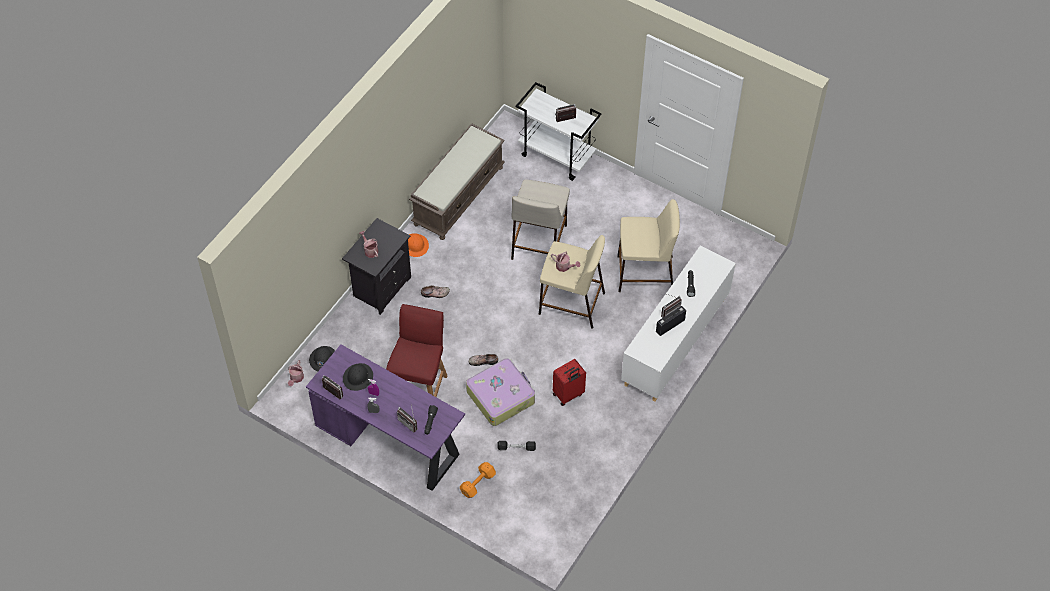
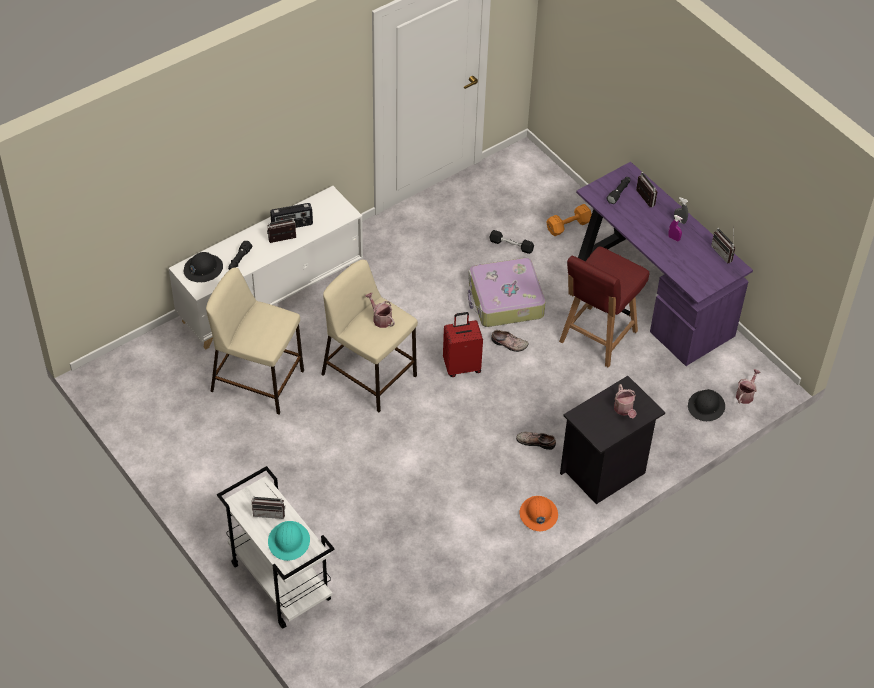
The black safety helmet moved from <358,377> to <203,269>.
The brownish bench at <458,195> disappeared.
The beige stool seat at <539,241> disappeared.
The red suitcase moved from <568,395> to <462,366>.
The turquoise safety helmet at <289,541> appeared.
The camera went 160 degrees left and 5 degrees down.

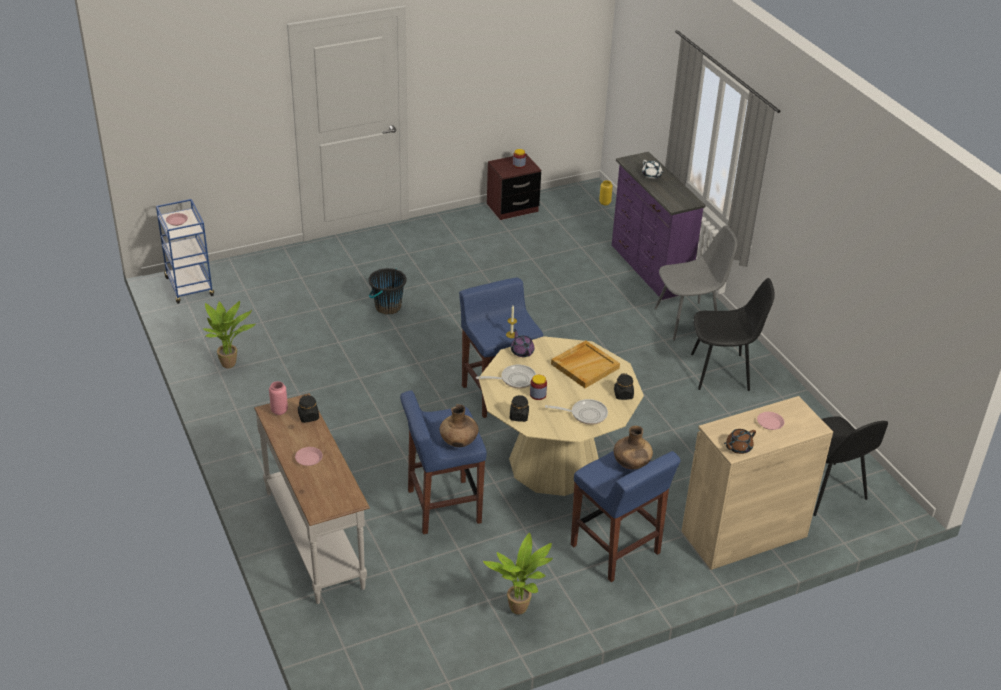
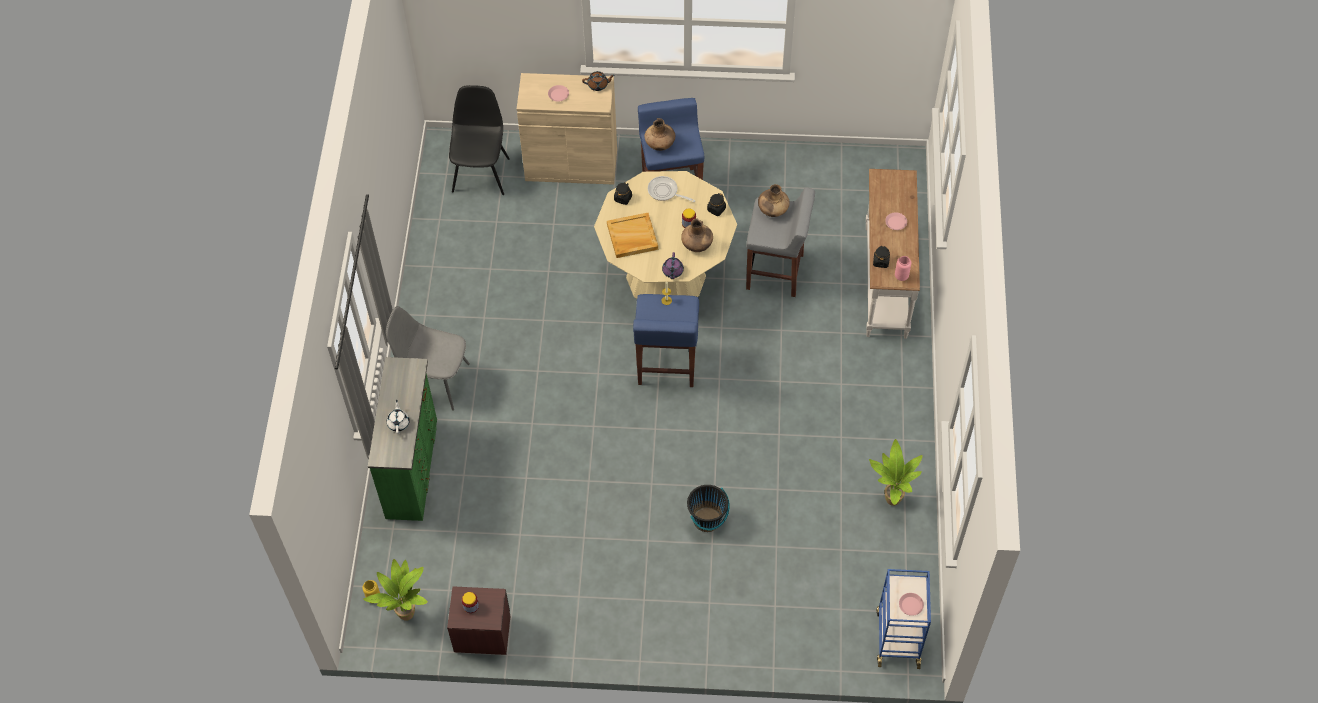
The blue-coloured stool seat at <442,507> became the greyish stool seat at <776,272>.
The frying pan at <514,379> was replaced by the brownish decorative vase at <697,245>.
The plant in a pot moved from <520,611> to <406,612>.
The purple-coloured drawer chest at <649,269> became the green drawer chest at <413,468>.
The black upright chair at <722,372> disappeared.
The camera went 150 degrees left and 20 degrees up.

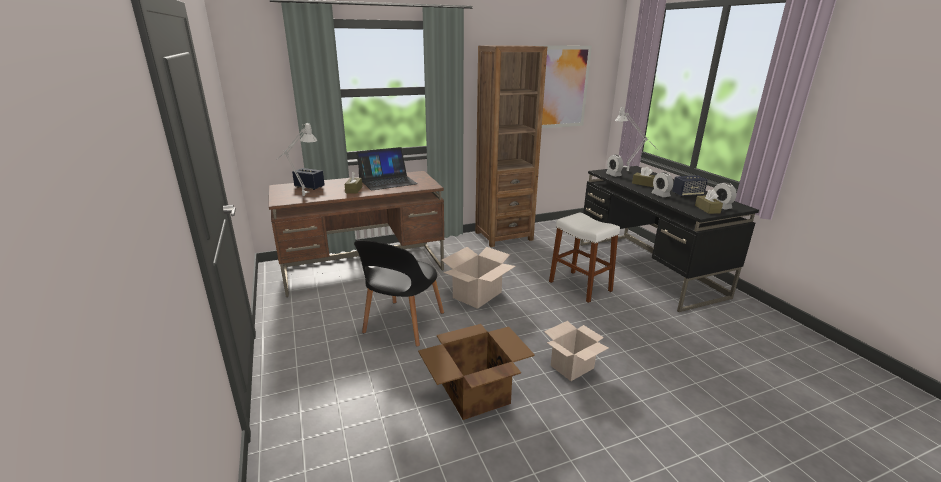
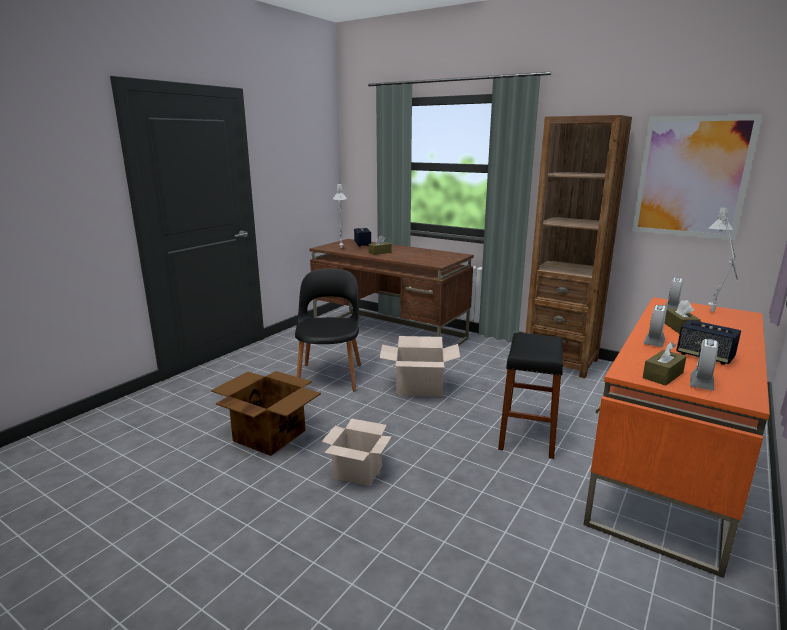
The black upright chair at <402,324> turned 105 degrees clockwise.
The laptop at <387,181> disappeared.
The white stool seat at <580,286> became the black stool seat at <527,434>.
The black desk table at <648,269> became the orange-coloured desk table at <667,473>.
The camera went 55 degrees right and 5 degrees down.

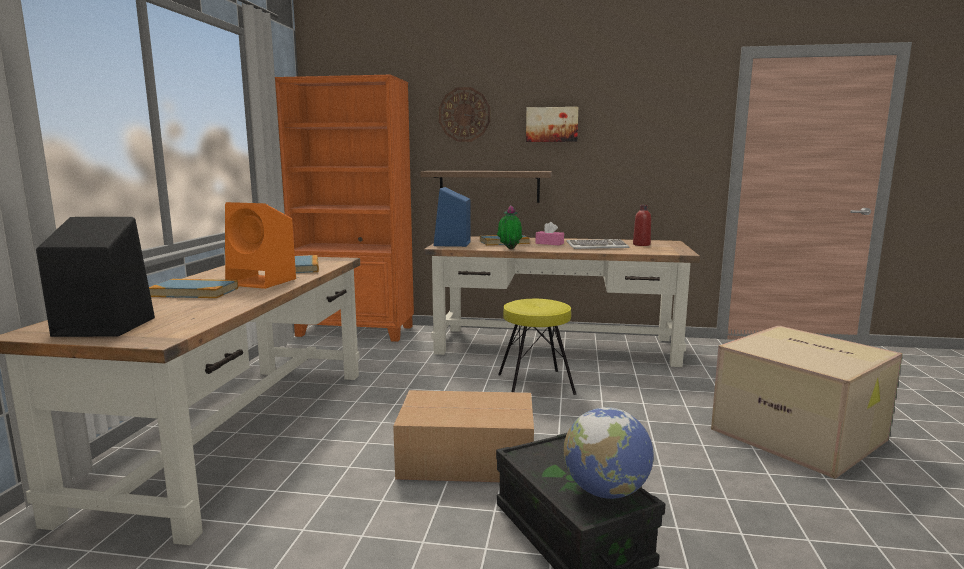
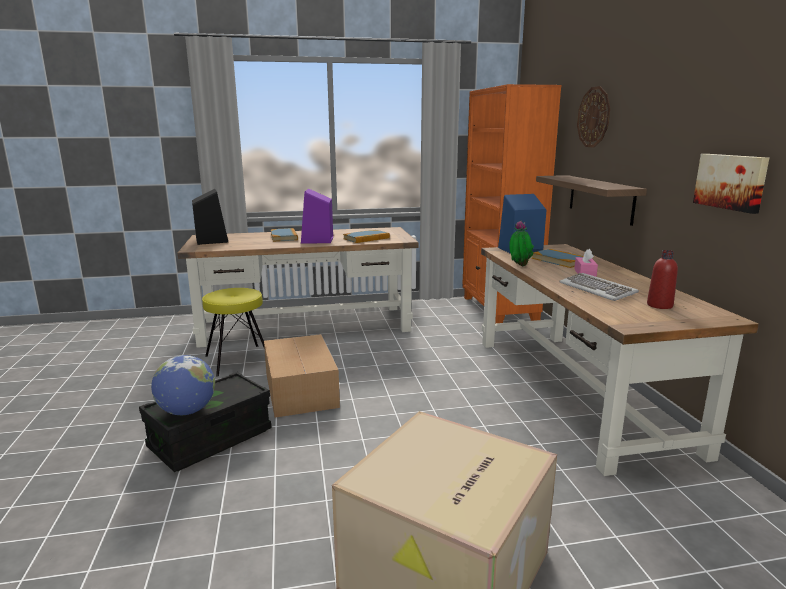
The orange-coloured loudspeaker at <263,282> became the purple-coloured loudspeaker at <317,240>.
The yellow-coloured stool seat moved from <535,384> to <238,360>.
The picture moved from <552,124> to <731,181>.
The camera went 70 degrees right and 5 degrees up.

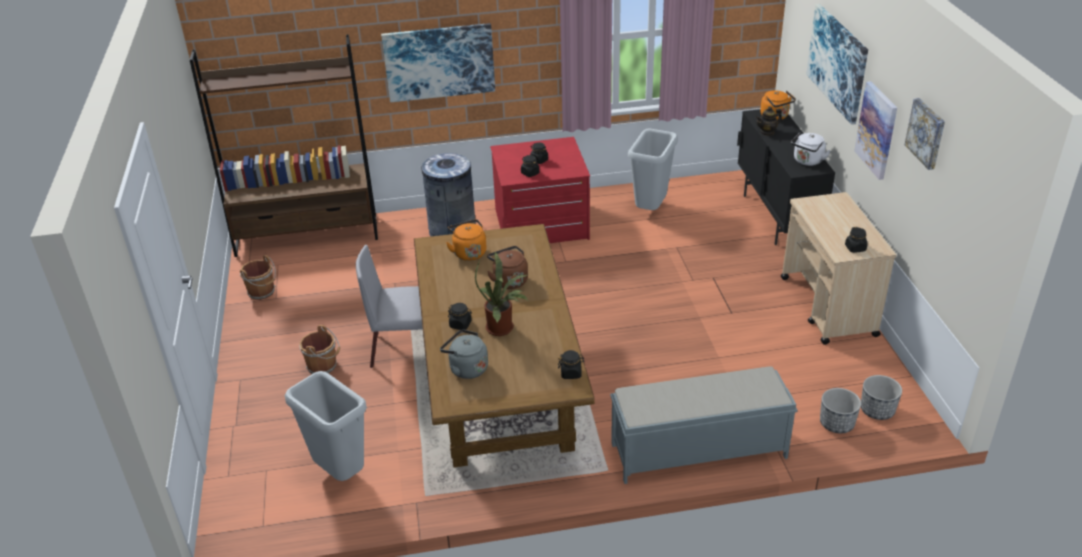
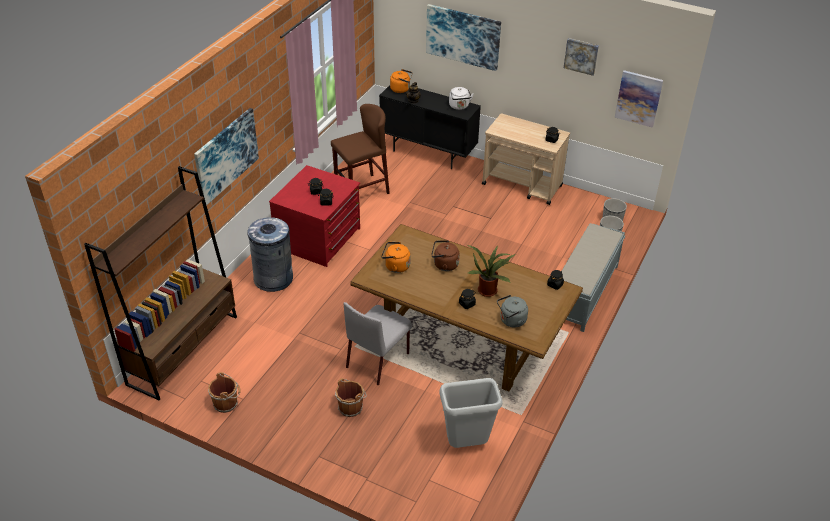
The greyish rubbish bin at <651,210> was replaced by the brownish stool seat at <362,190>.
The picture moved from <877,130> to <638,98>.
The camera went 55 degrees left and 5 degrees up.

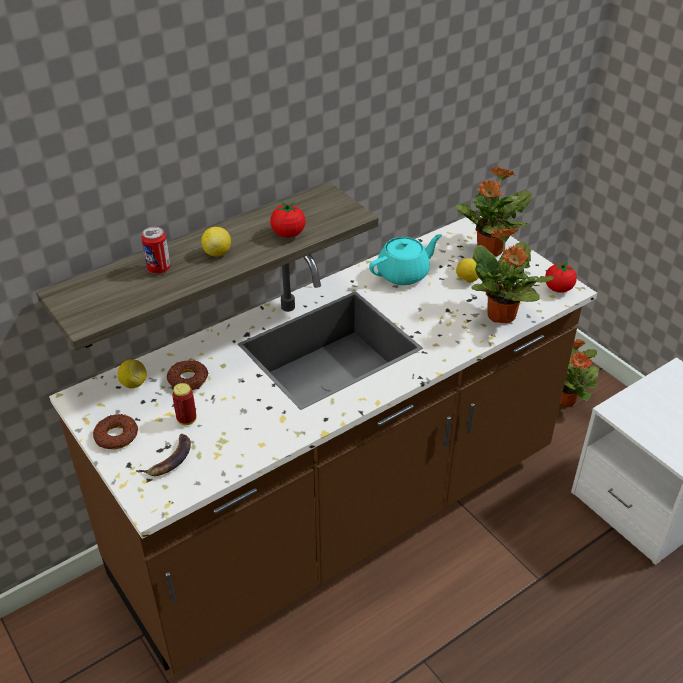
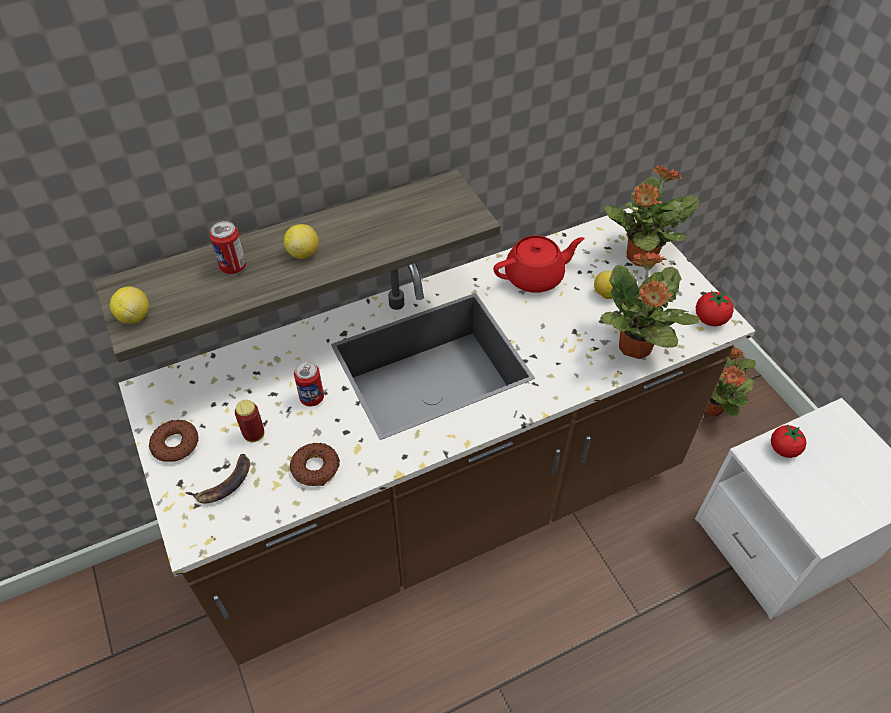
The whole lemon moved from <133,383> to <134,316>.
The doughnut moved from <188,379> to <315,468>.
The fresh tomato moved from <288,234> to <783,449>.
The turquoise teapot at <404,274> became the red teapot at <535,277>.
The metal can at <312,398> appeared.
The camera went 10 degrees right and 10 degrees up.

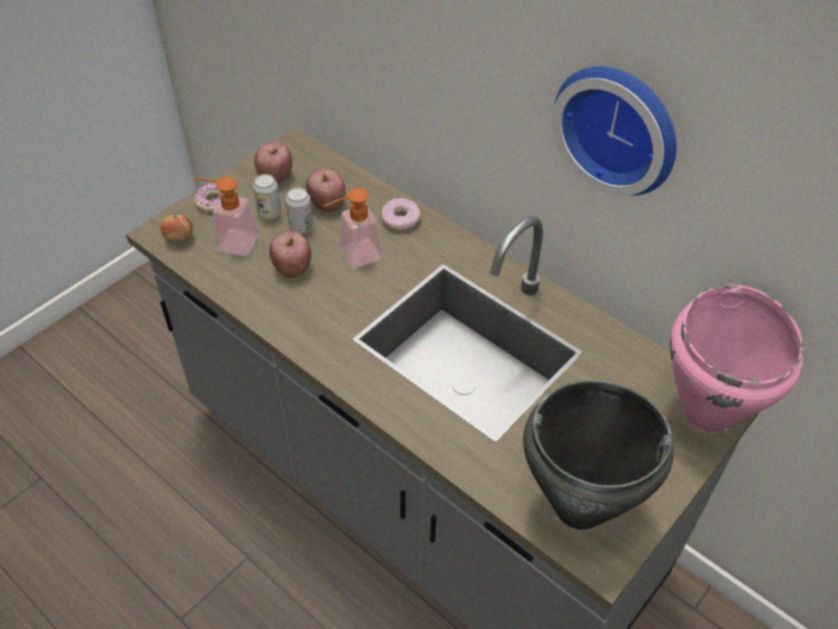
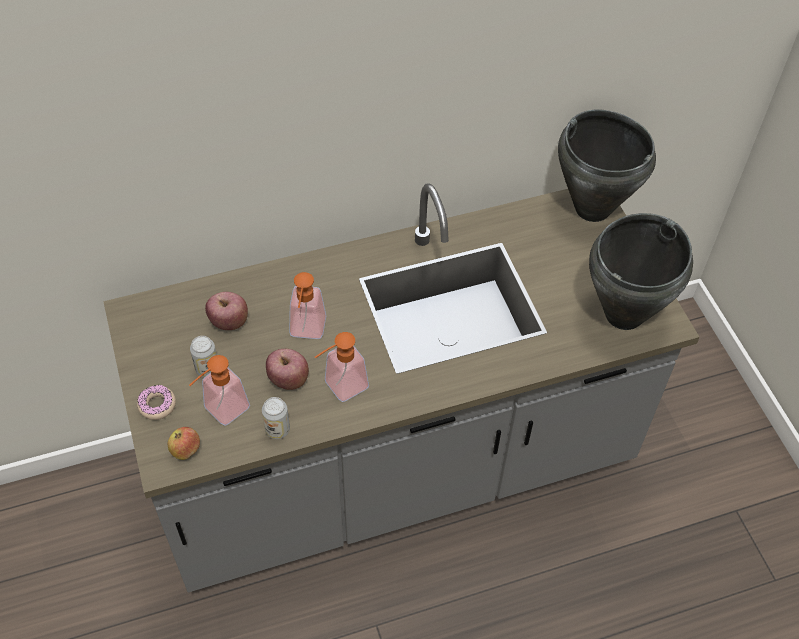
The apple at <275,177> disappeared.
The metal can moved from <301,227> to <277,429>.
The doughnut at <400,219> disappeared.
The clock on the wall at <620,127> disappeared.
The pink-coloured cooking pot at <707,412> became the black cooking pot at <592,208>.
The soap bottle at <340,388> appeared.
The camera went 60 degrees left and 5 degrees up.

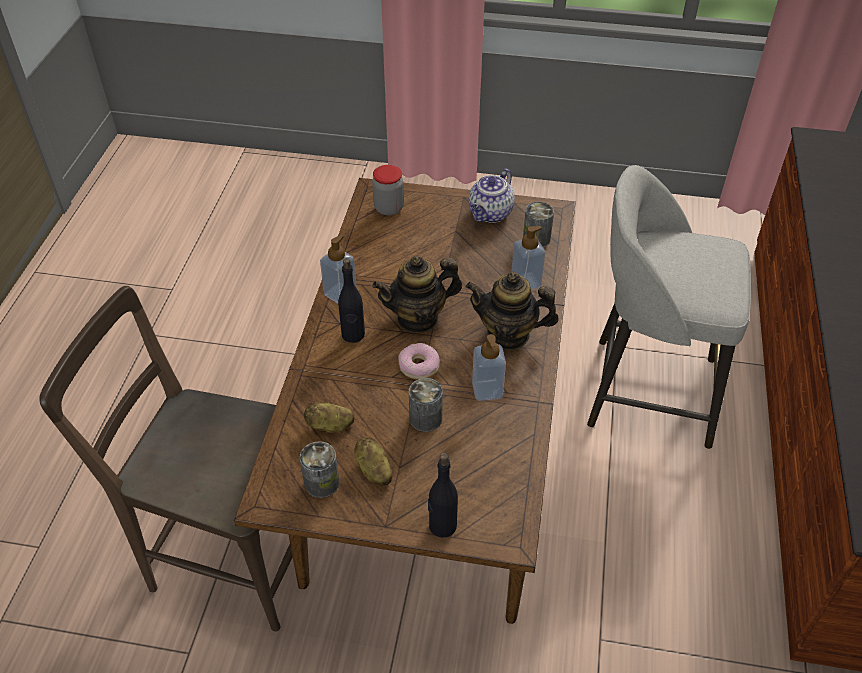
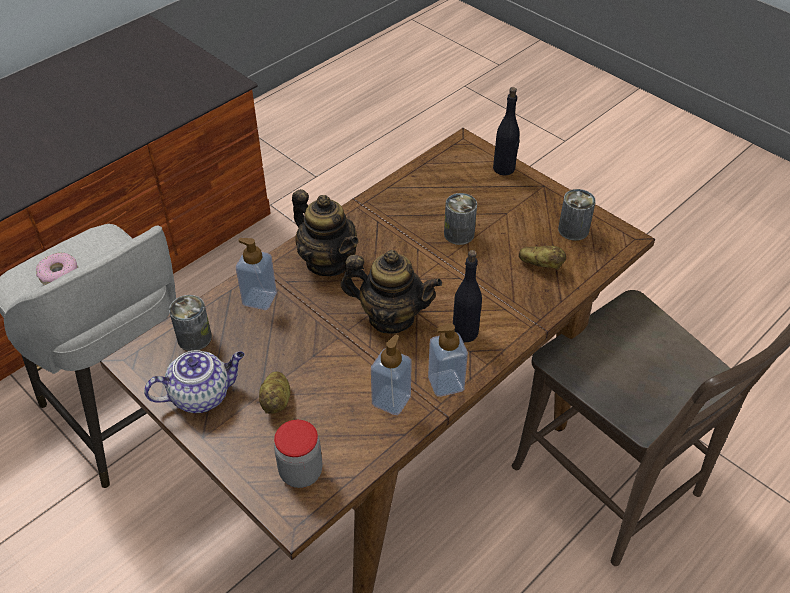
The potato moved from <373,470> to <277,401>.
The doughnut moved from <419,366> to <58,274>.
The soap bottle moved from <487,390> to <391,400>.
The camera went 145 degrees left and 0 degrees up.

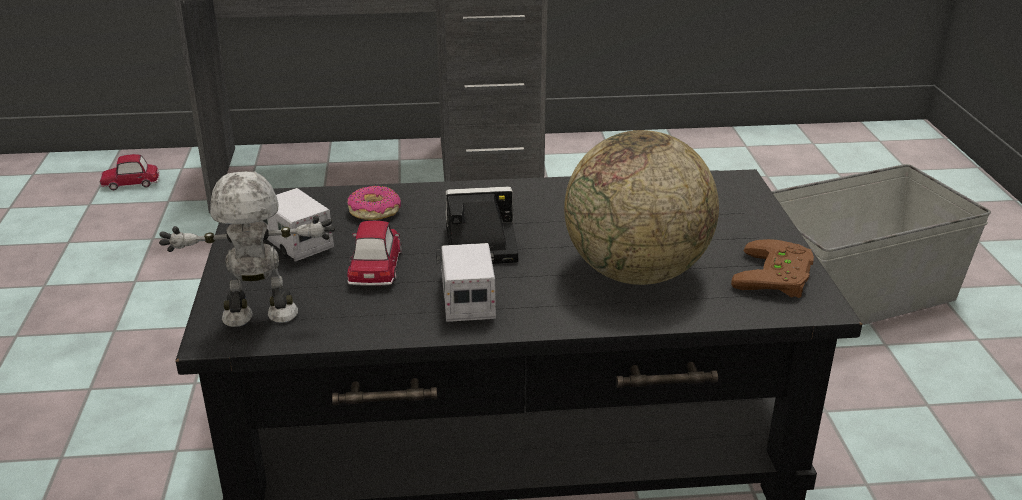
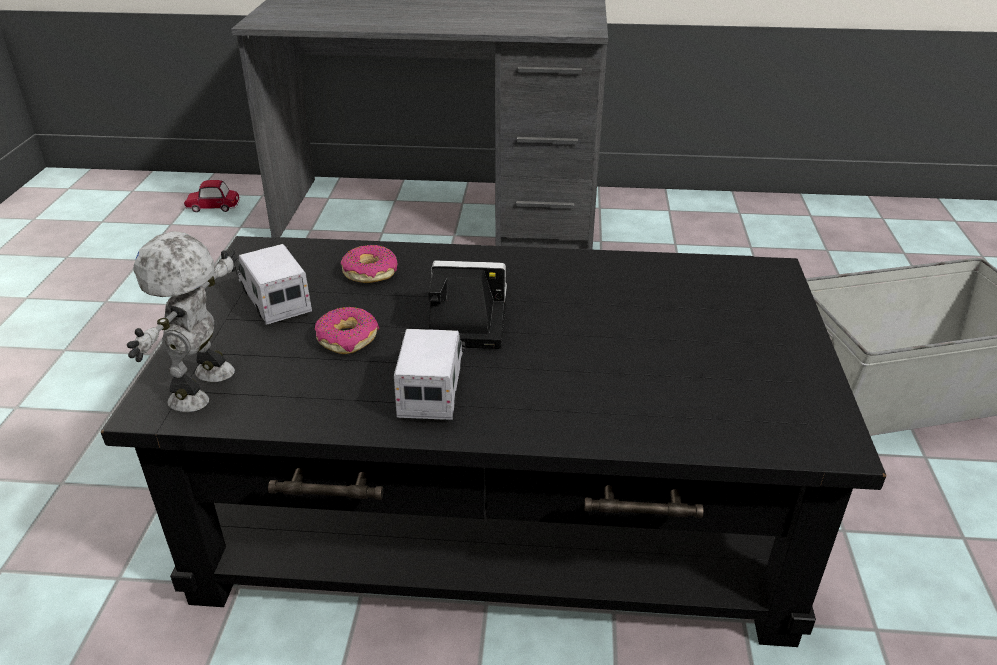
The robot figure at <260,318> turned 75 degrees counterclockwise.
The model car at <375,266> was replaced by the doughnut at <348,338>.
The world globe at <636,273> disappeared.
The brownish gamepad at <779,277> disappeared.
The camera went 10 degrees right and 5 degrees up.

